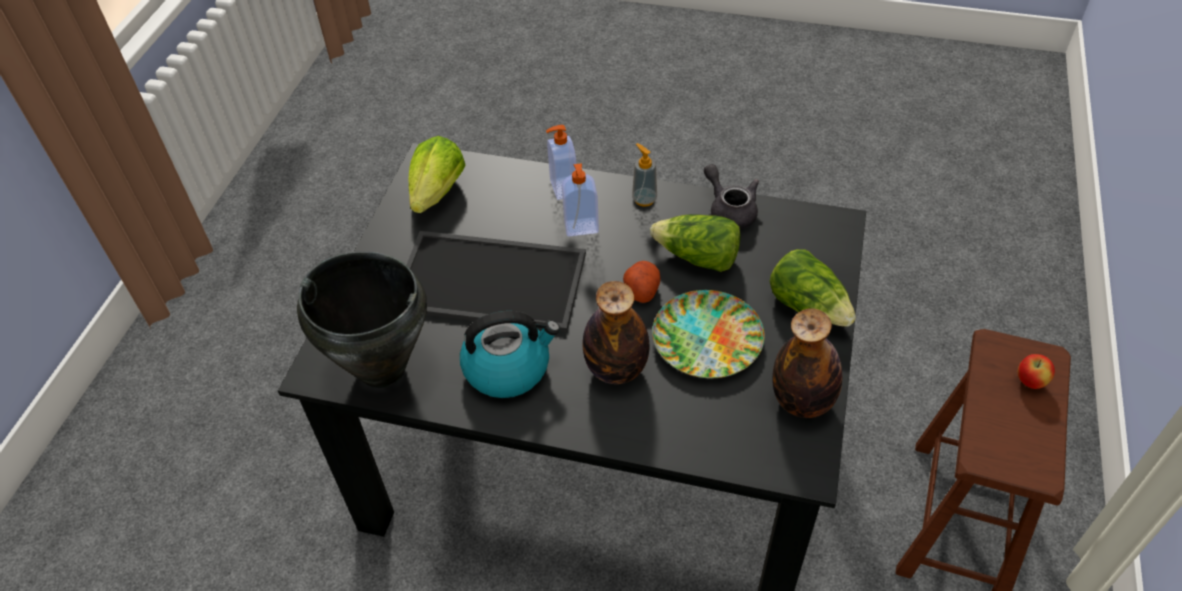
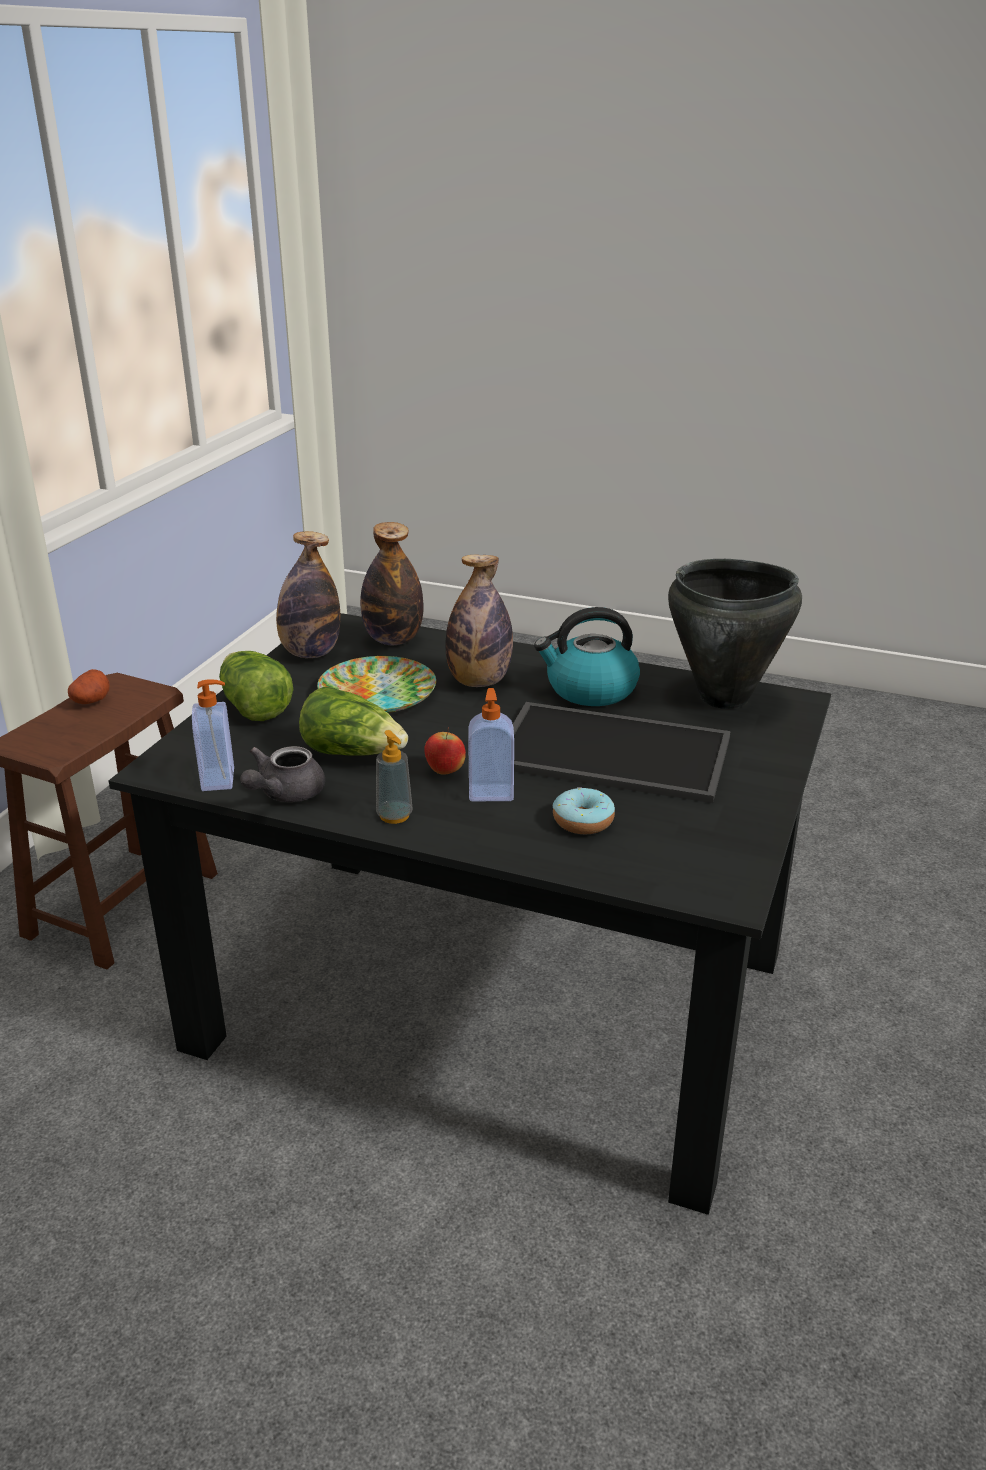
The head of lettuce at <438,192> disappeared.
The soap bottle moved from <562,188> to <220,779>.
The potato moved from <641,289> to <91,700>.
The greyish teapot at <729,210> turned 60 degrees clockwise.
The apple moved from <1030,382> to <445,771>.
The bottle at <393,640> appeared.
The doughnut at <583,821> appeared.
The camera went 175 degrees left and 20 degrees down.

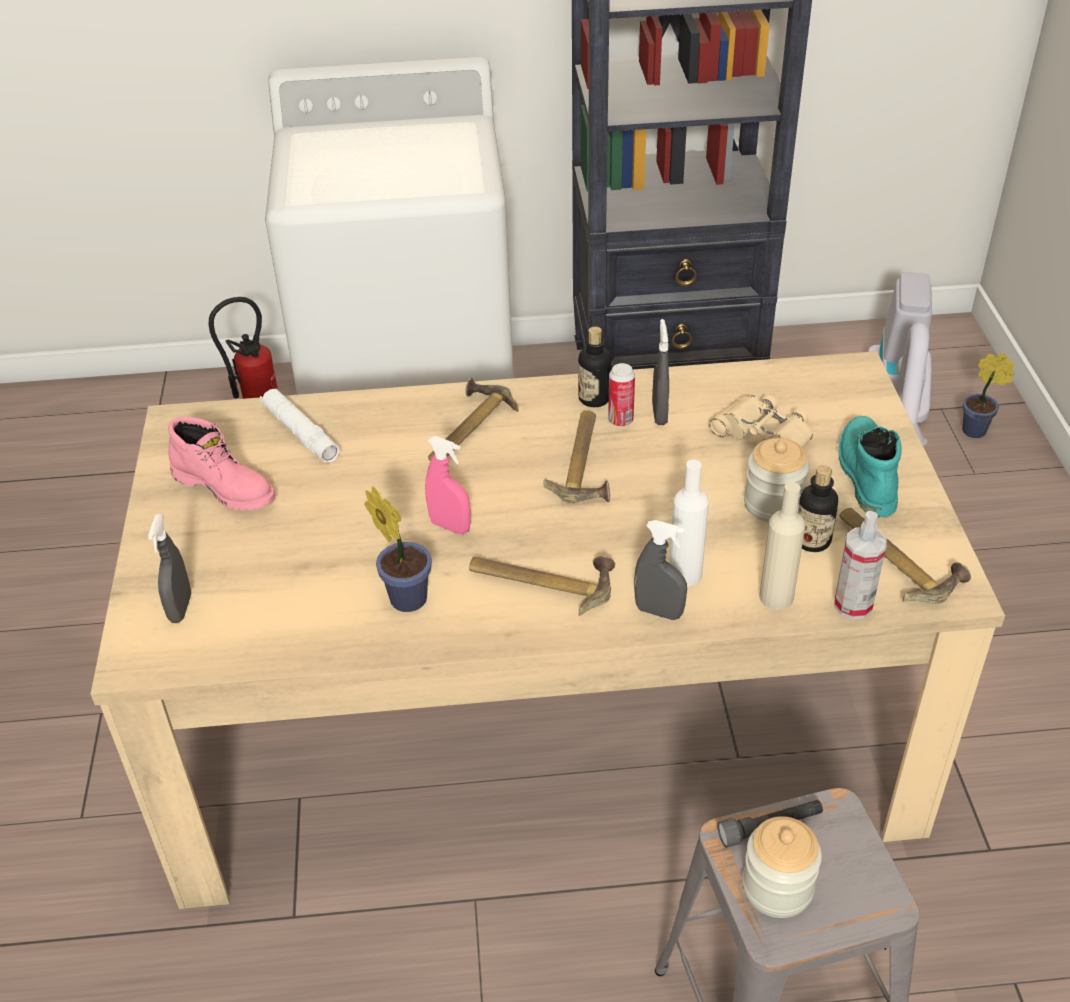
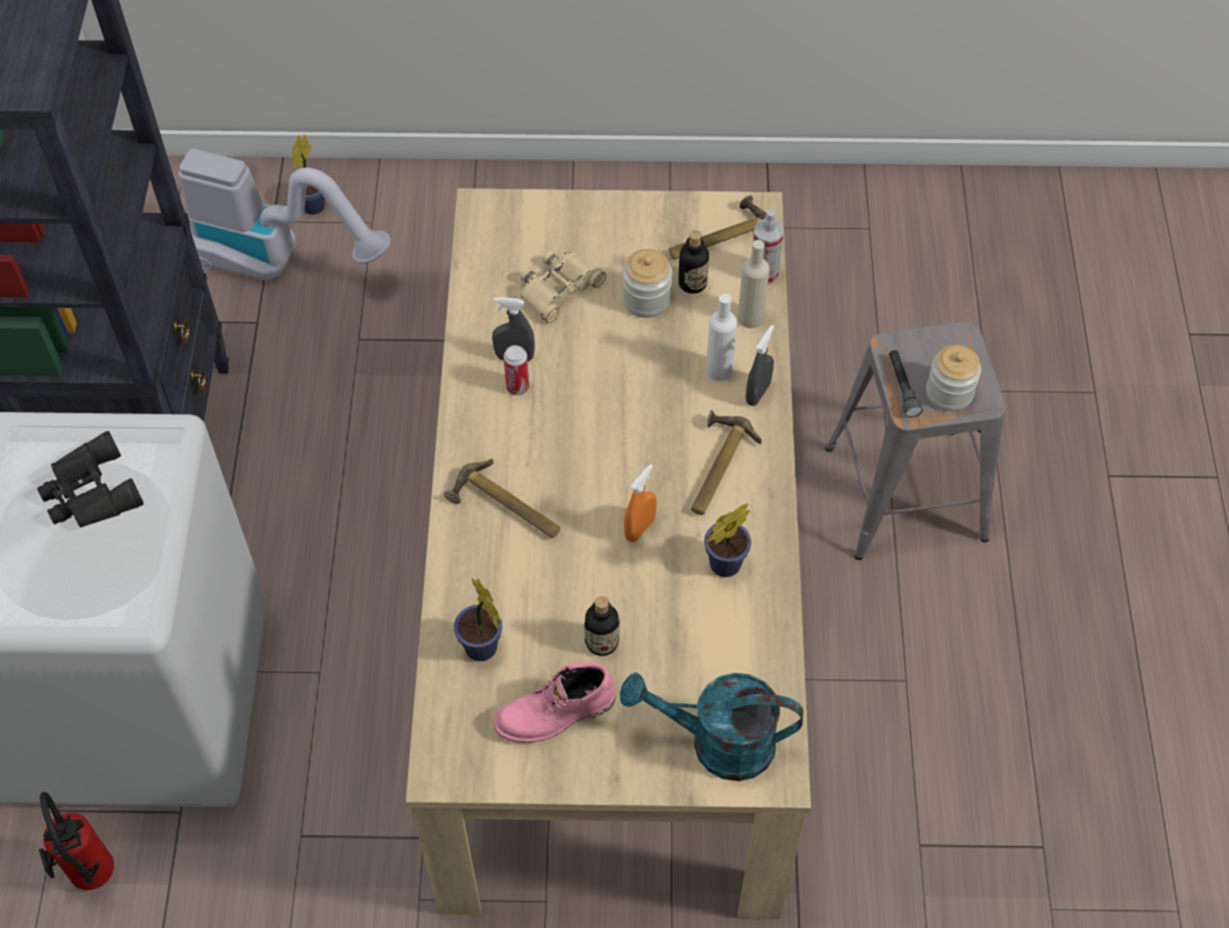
The greyish sprayer at <180,608> was replaced by the turquoise watering can at <716,743>.
The pink-coloured boot at <225,487> turned 150 degrees counterclockwise.
The white torch at <300,432> was replaced by the plant in a pot at <483,651>.
The pink-coloured sprayer at <450,526> became the orange-coloured sprayer at <639,529>.
The hand hammer at <585,463> disappeared.
The bottle moved from <594,398> to <602,642>.
The turquoise boot at <865,474> disappeared.
The black binoculars at <89,493> appeared.
The camera went 85 degrees left and 15 degrees up.

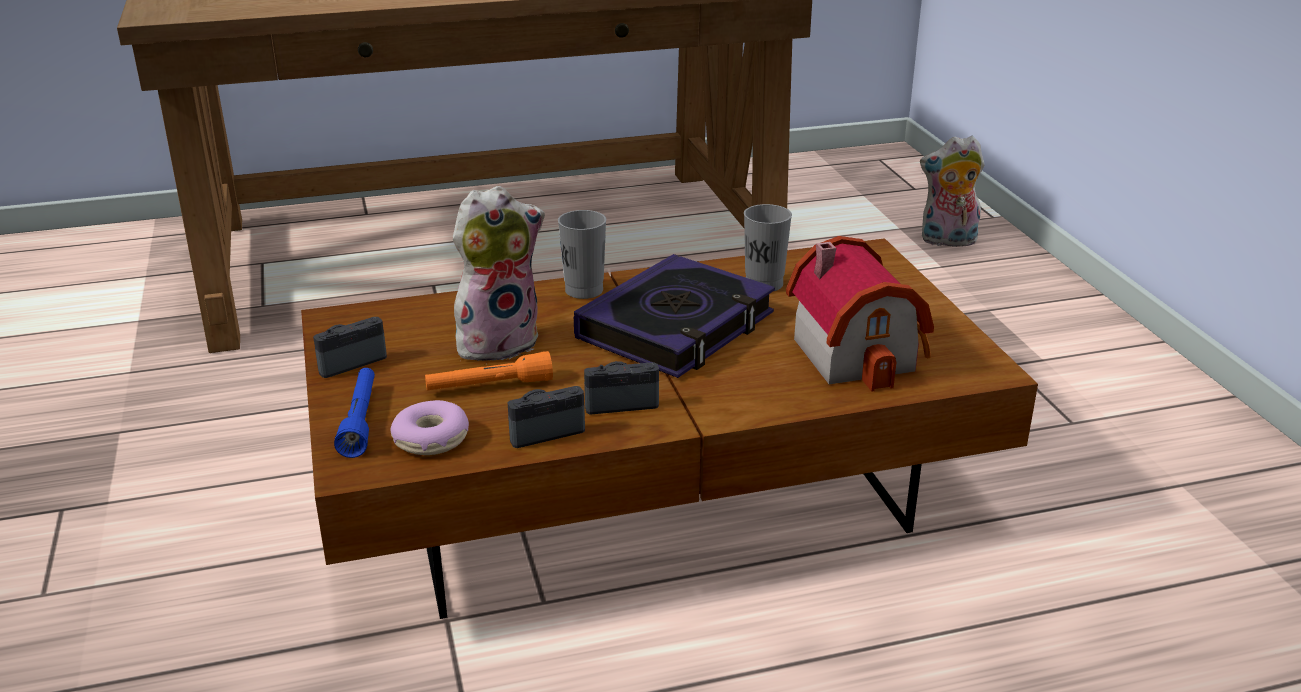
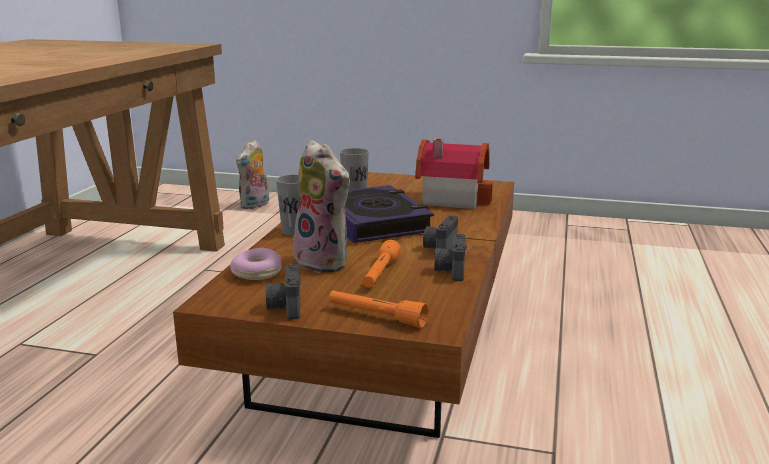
The blue-coloured torch at <360,421> became the orange-coloured torch at <376,316>.
The doughnut moved from <431,439> to <257,273>.
The soft toy at <498,341> turned 135 degrees clockwise.
The camera went 60 degrees left and 10 degrees down.

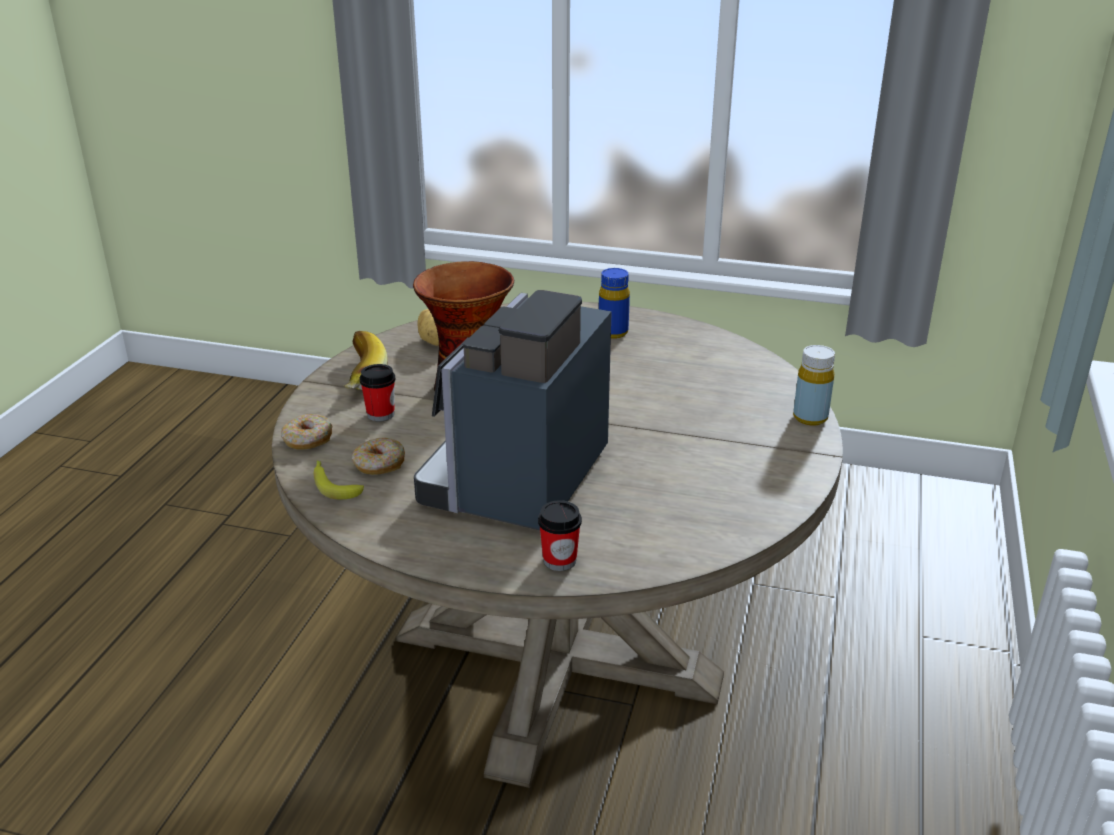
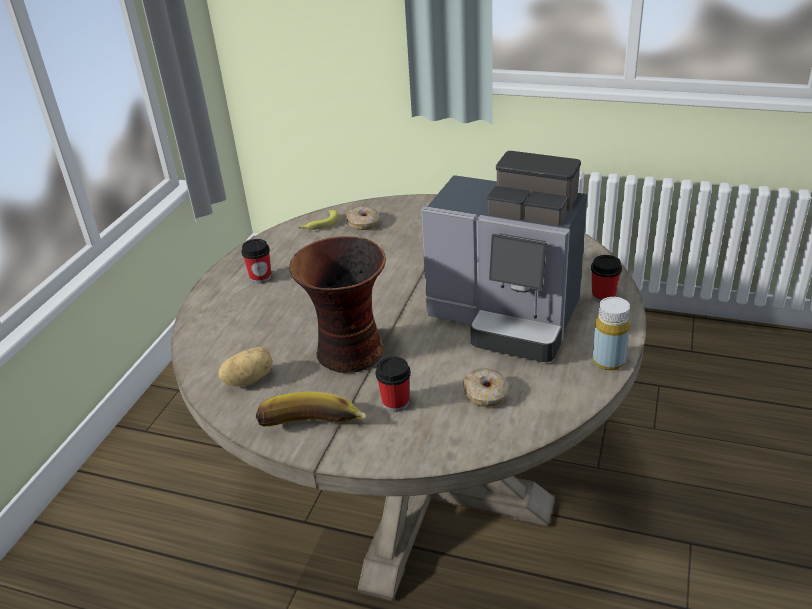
The doughnut moved from <307,440> to <364,223>.
The banana fruit moved from <334,484> to <319,225>.
The blue-coloured bottle at <613,332> was replaced by the drinking cup at <261,278>.
The yellow-coloured bottle moved from <810,417> to <608,361>.
The camera went 85 degrees left and 5 degrees up.

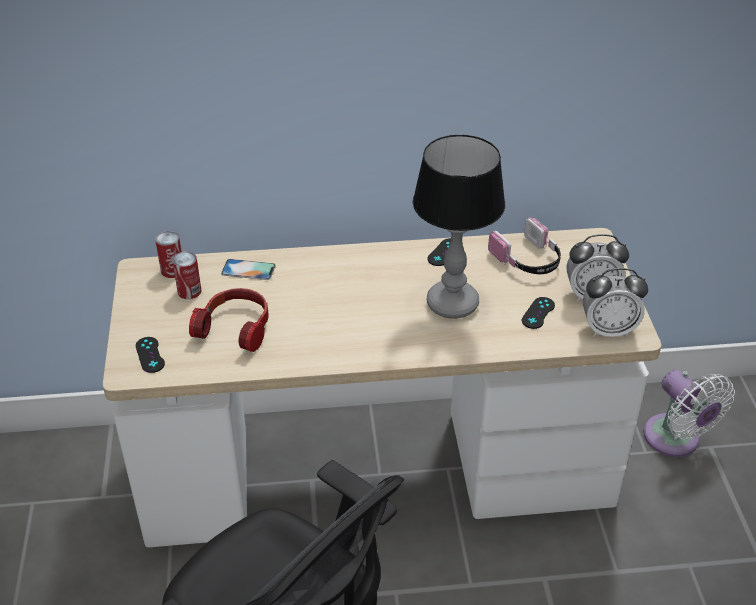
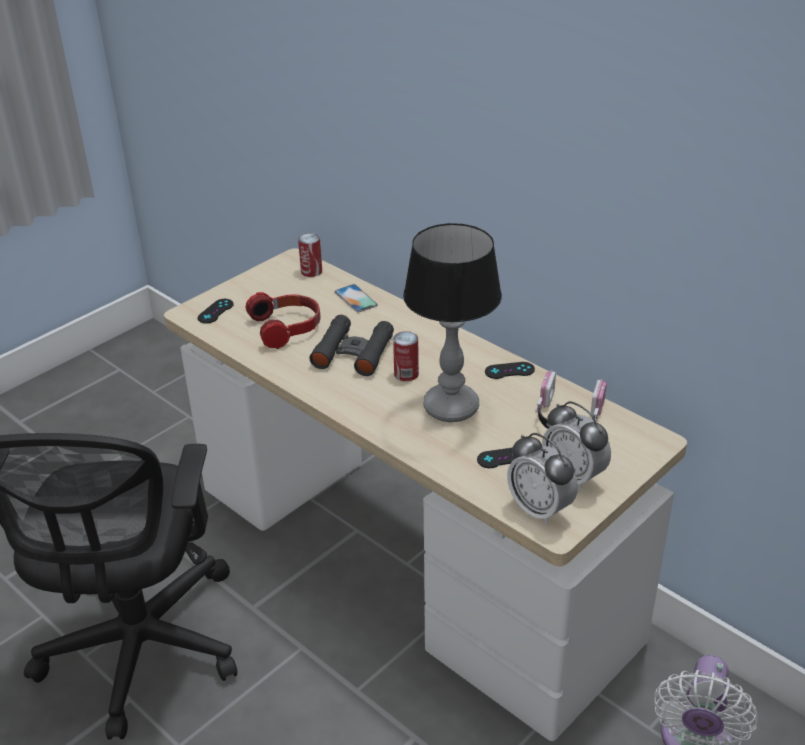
The metal can moved from <189,291> to <406,374>.
The black binoculars at <353,352> appeared.
The camera went 50 degrees right and 5 degrees down.

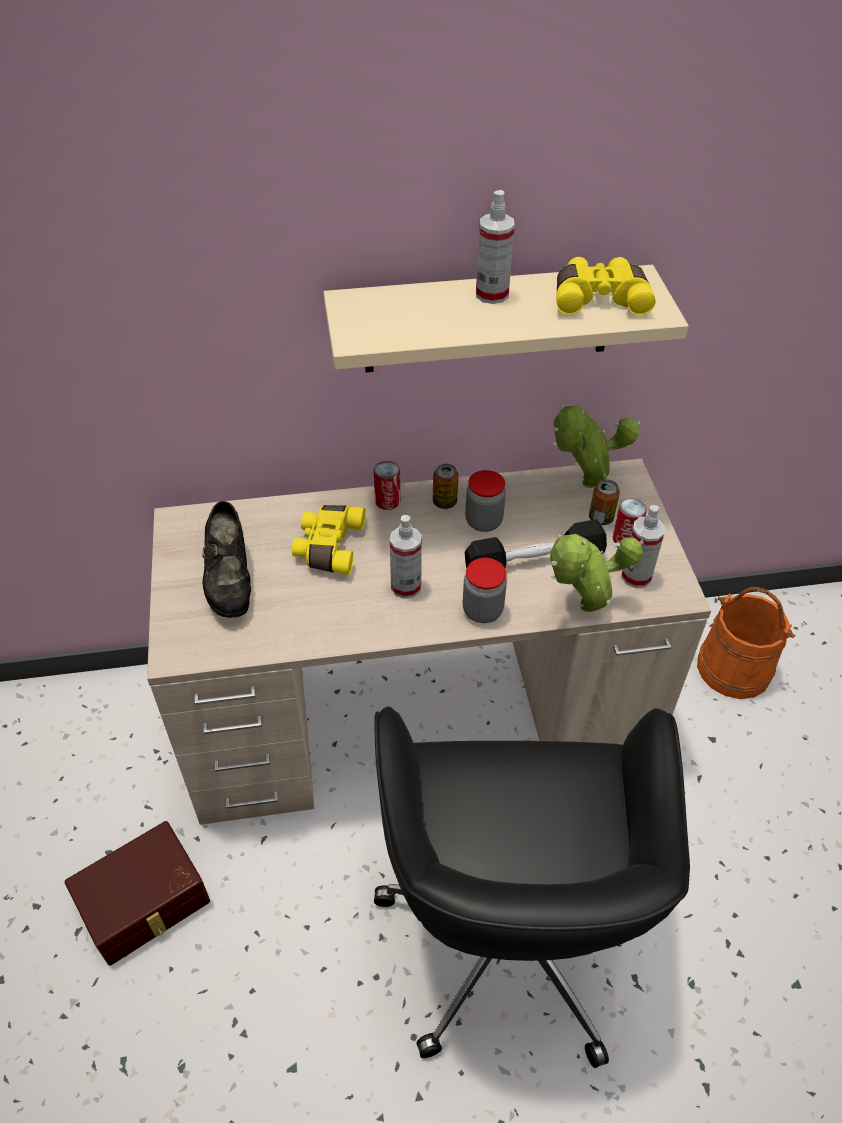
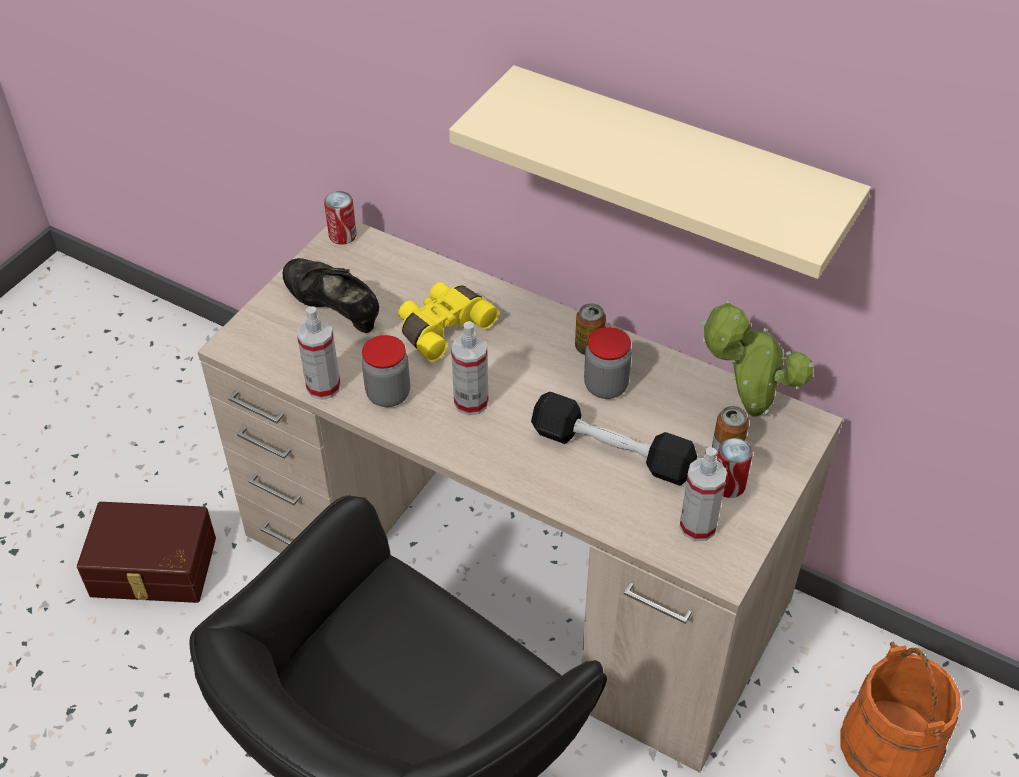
The black shoe at <229,581> turned 105 degrees clockwise.
The metal can moved from <387,501> to <342,236>.
The storage jar moved from <482,611> to <388,394>.
The sprayer moved from <492,294> to <323,387>.
The plant in a pot at <582,609> disappeared.
The yellow-coloured binoculars at <599,298> disappeared.
The camera went 40 degrees right and 0 degrees up.

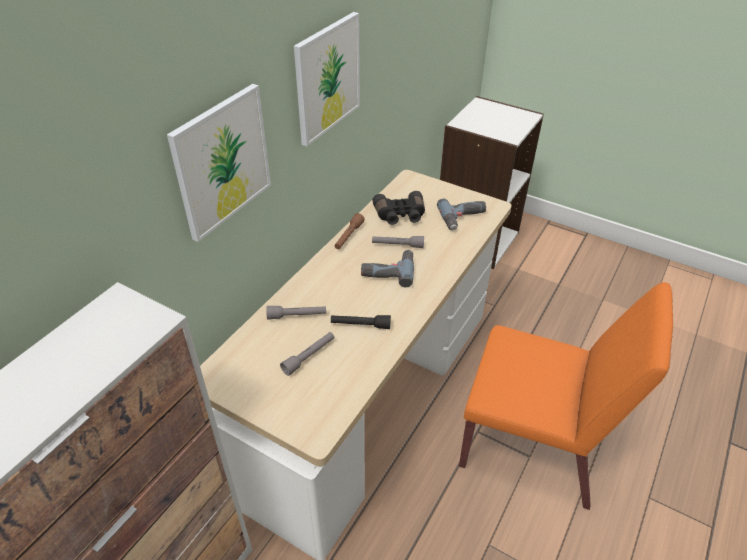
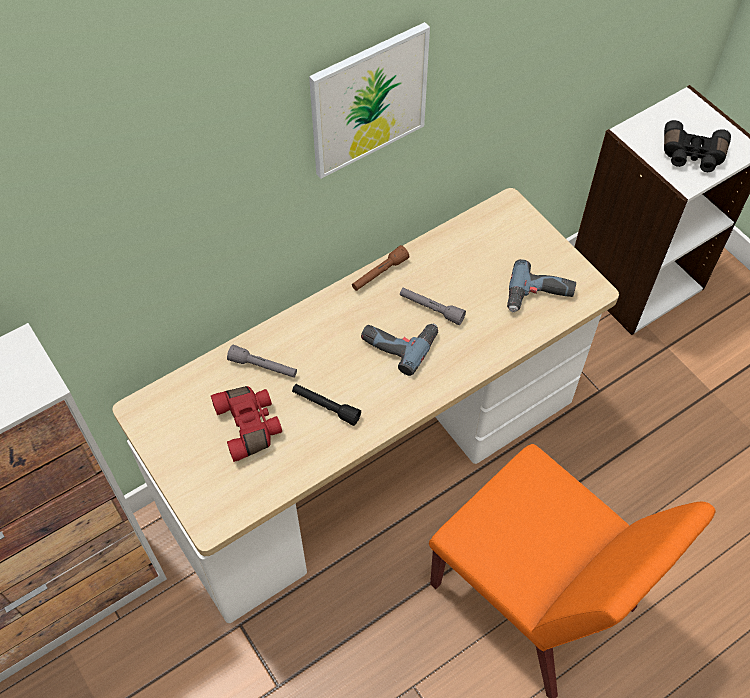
The picture at <222,161> disappeared.
The greyish torch at <309,356> was replaced by the red binoculars at <250,425>.
The black binoculars moved from <400,215> to <692,156>.
The camera went 25 degrees right and 15 degrees up.

